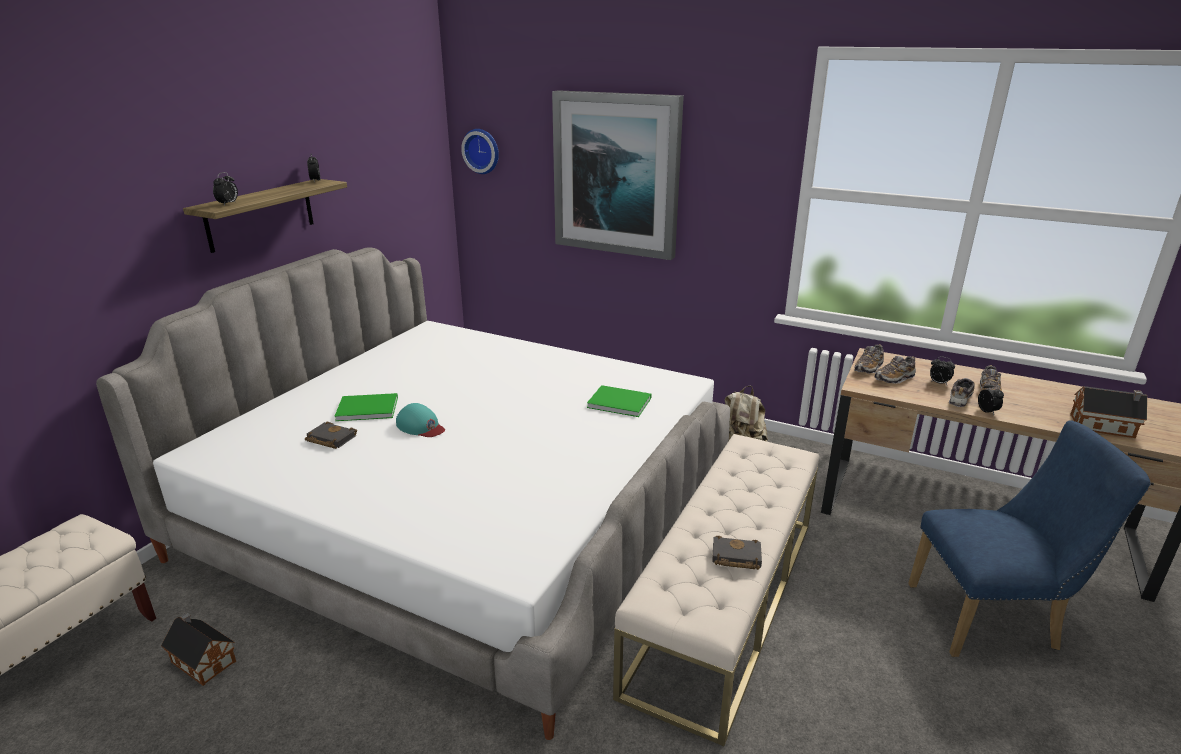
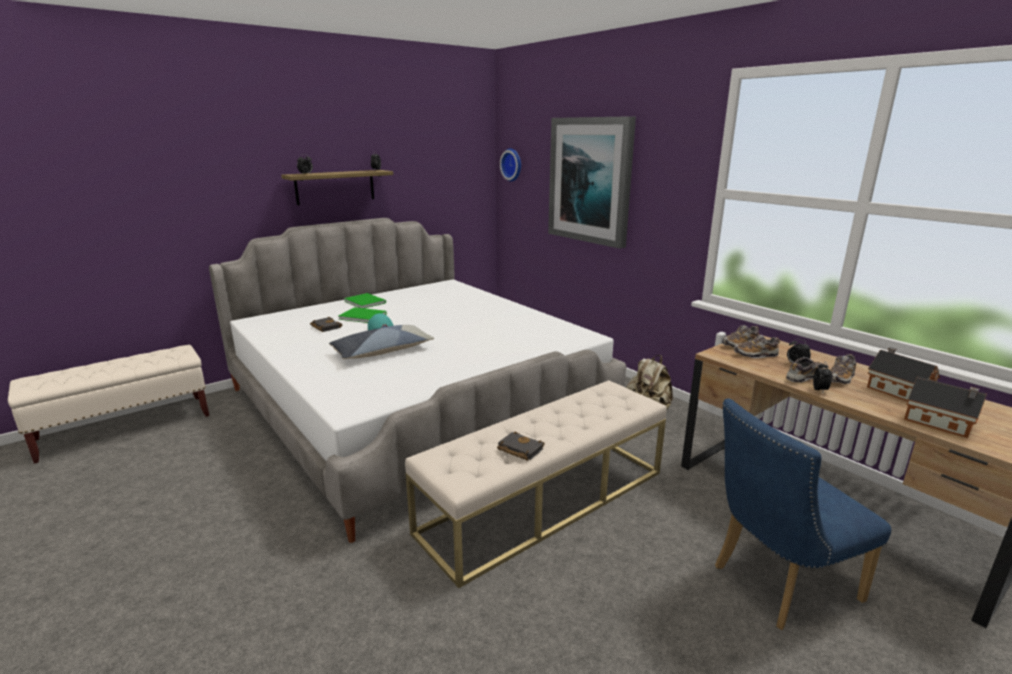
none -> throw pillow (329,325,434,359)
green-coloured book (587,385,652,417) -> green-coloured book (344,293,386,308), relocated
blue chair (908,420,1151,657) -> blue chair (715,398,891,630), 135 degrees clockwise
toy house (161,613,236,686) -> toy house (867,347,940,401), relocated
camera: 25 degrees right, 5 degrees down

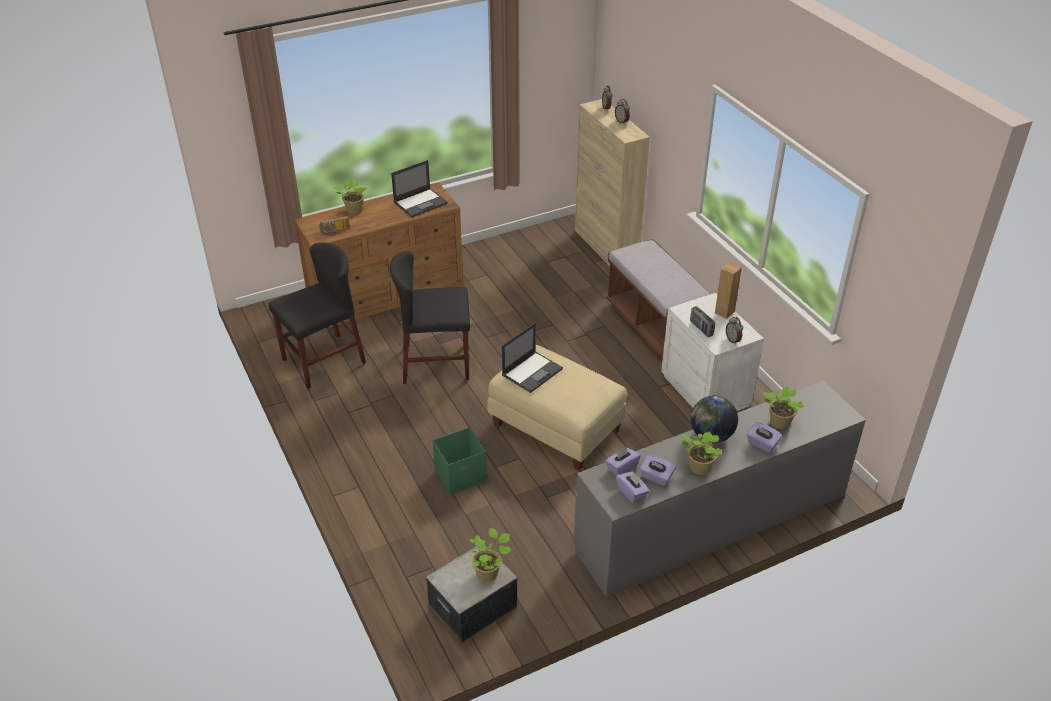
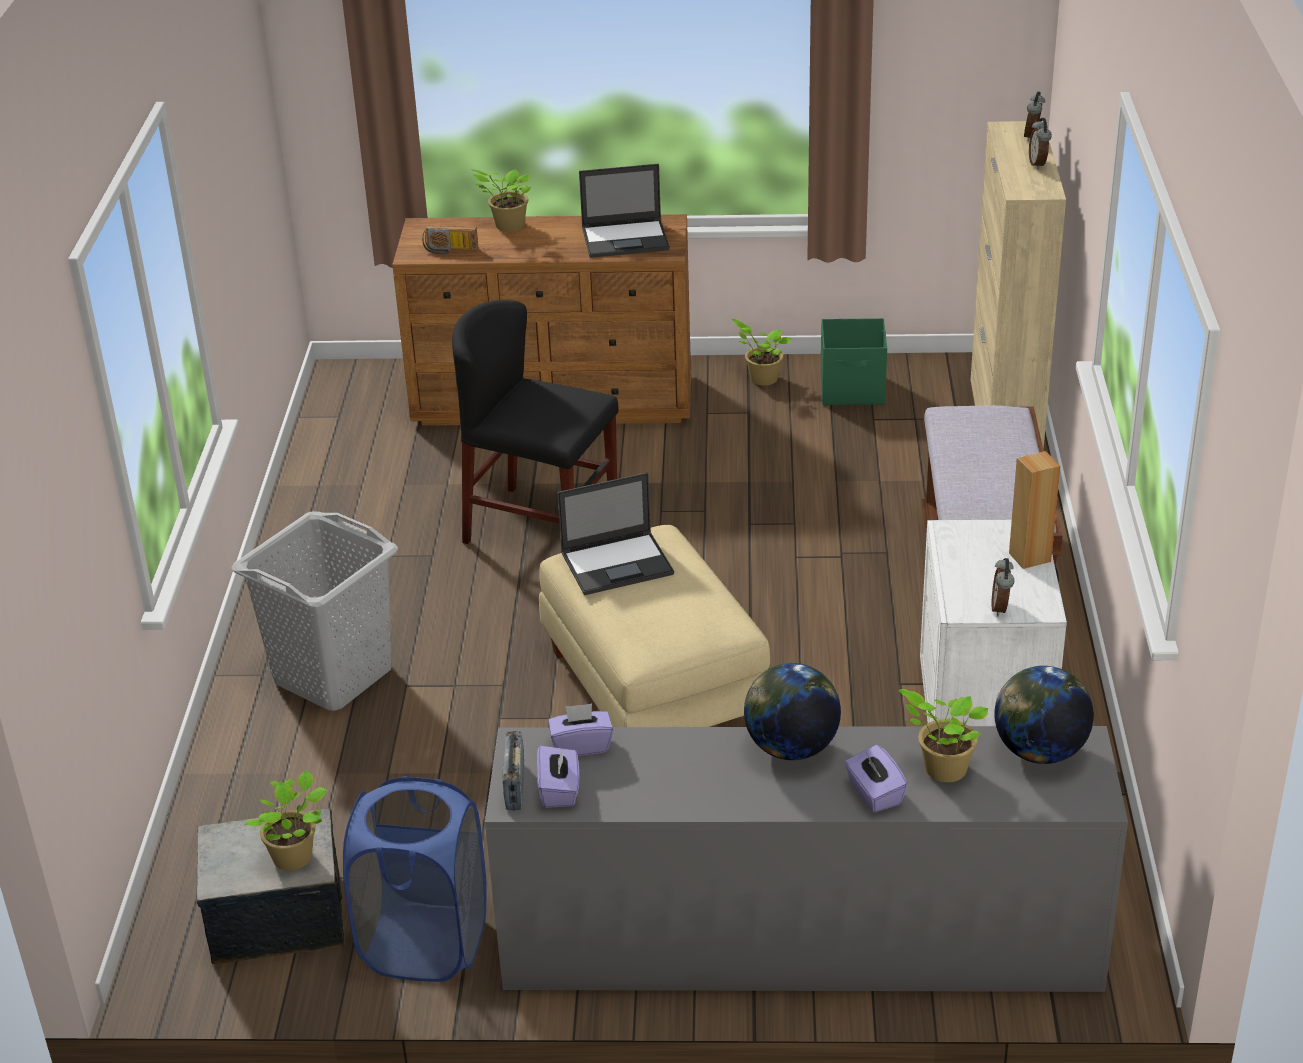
none -> grey hamper (231,512,398,711)
none -> blue hamper (343,776,487,982)
radio receiver (690,306,715,337) -> radio receiver (503,731,524,810), relocated
plant in a pot (680,431,722,475) -> plant in a pot (732,319,792,386), relocated
green-coloured storage bin (432,427,487,494) -> green-coloured storage bin (821,318,887,405), relocated
none -> world globe (994,666,1094,764)
black chair (269,242,366,389) -> none
purplish box of tissues (640,455,676,486) -> none
camera: 30 degrees right, 5 degrees down

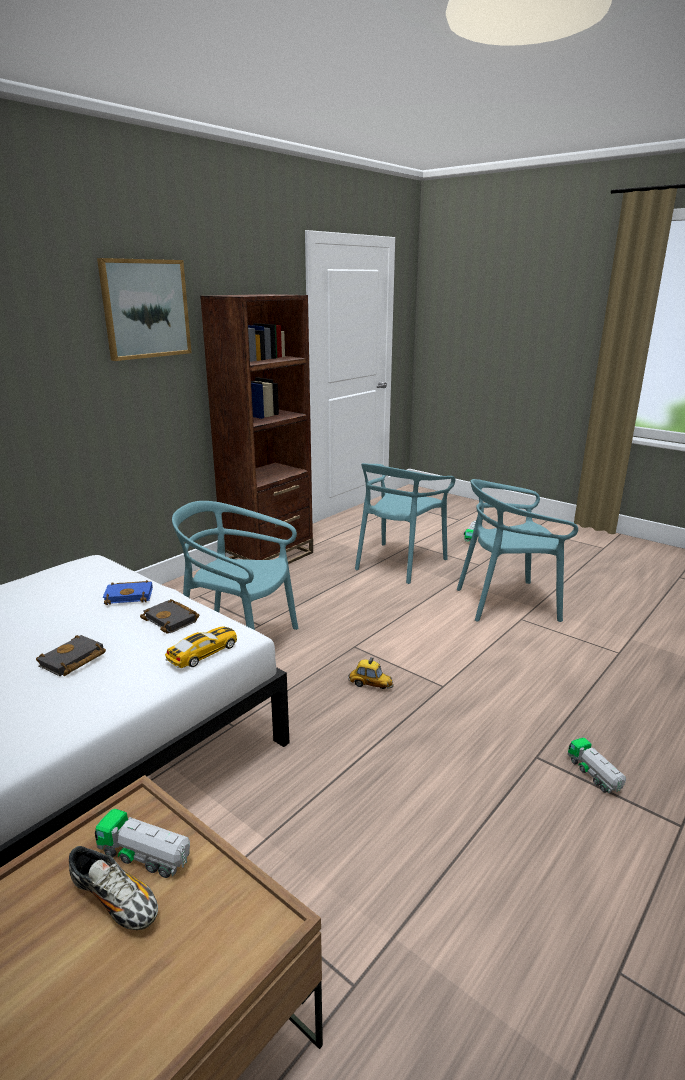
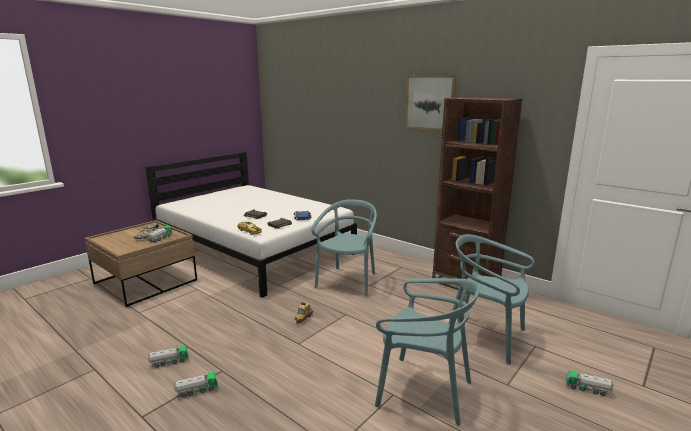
none -> toy truck (148,345,189,368)
turquoise-coloured chair (457,479,578,622) -> turquoise-coloured chair (375,278,480,425), 120 degrees clockwise
camera: 90 degrees right, 5 degrees down

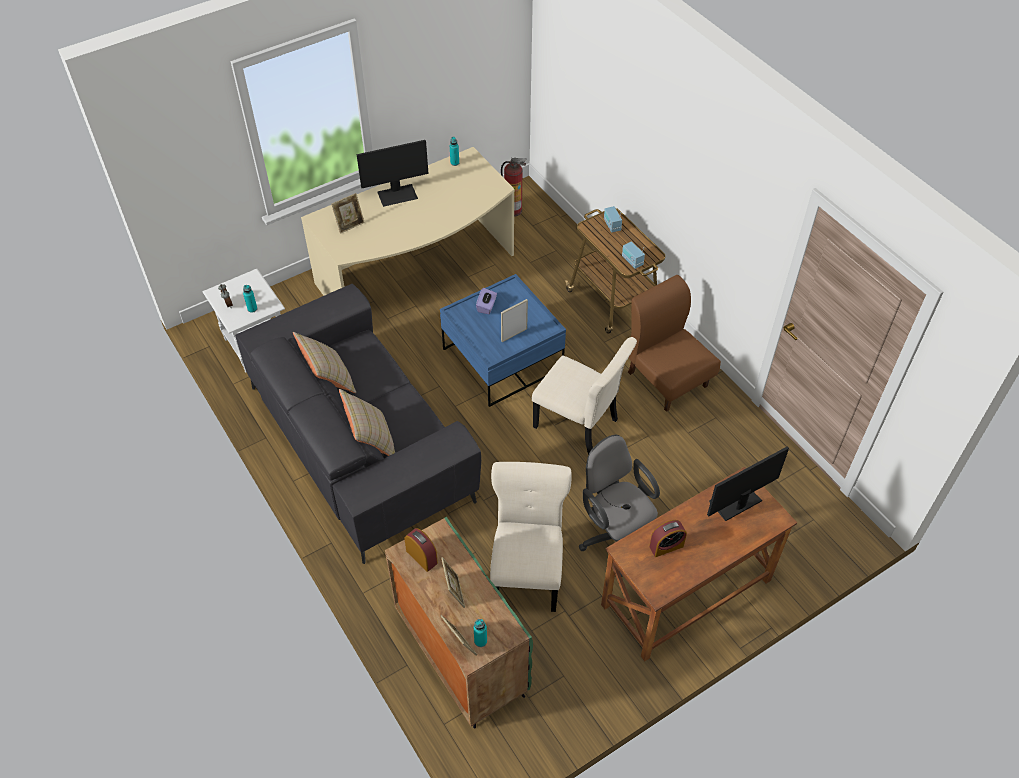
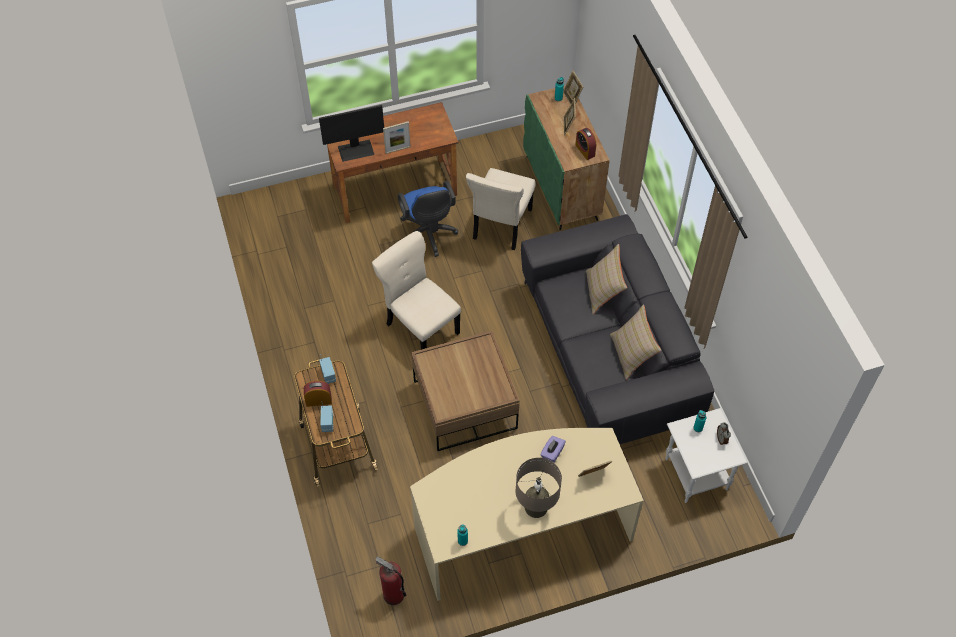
table clock (649,520,687,557) -> table clock (304,381,332,407), relocated
picture frame (501,299,528,342) -> picture frame (383,121,411,154), relocated
grey office chair (579,435,660,577) -> blue office chair (398,181,458,257)
blue coffee table (440,274,566,407) -> brownish coffee table (411,331,520,451)
computer display (356,140,429,207) -> beige-coloured table lamp (516,458,562,518)
purplish box of tissues (476,288,497,314) -> purplish box of tissues (540,436,566,463), relocated
brownish chair (628,275,721,412) -> none
camera: 165 degrees left, 5 degrees up

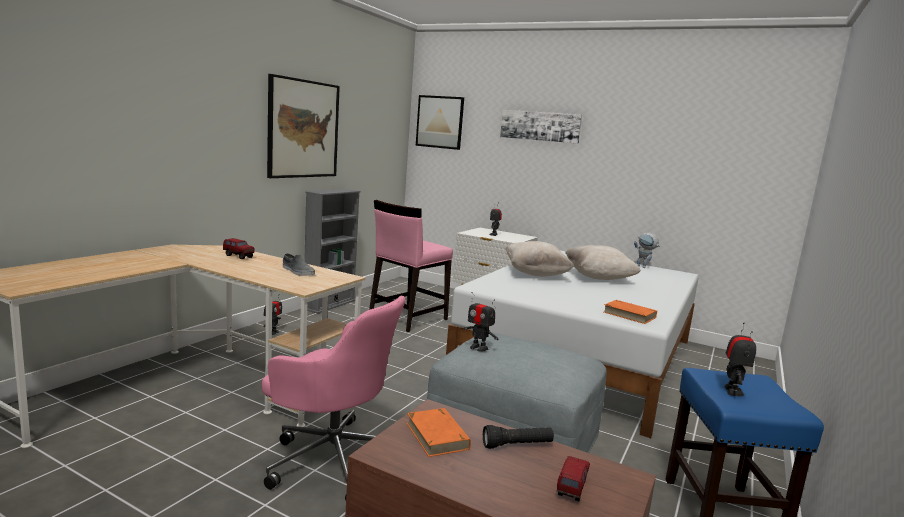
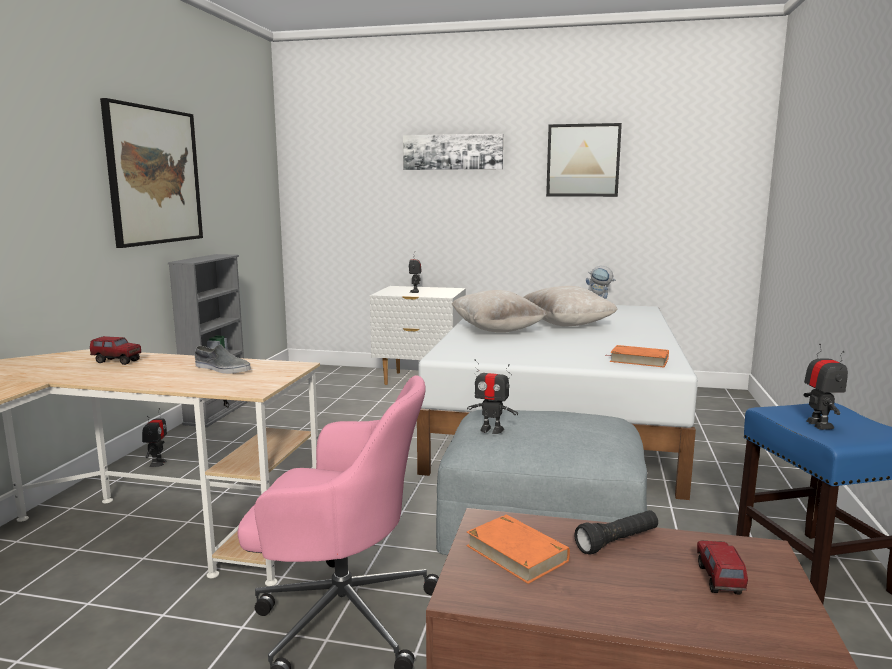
picture (416,95,464,150) -> picture (546,123,622,197), relocated
pink-coloured chair (369,200,453,332) -> none
camera: 15 degrees left, 0 degrees up

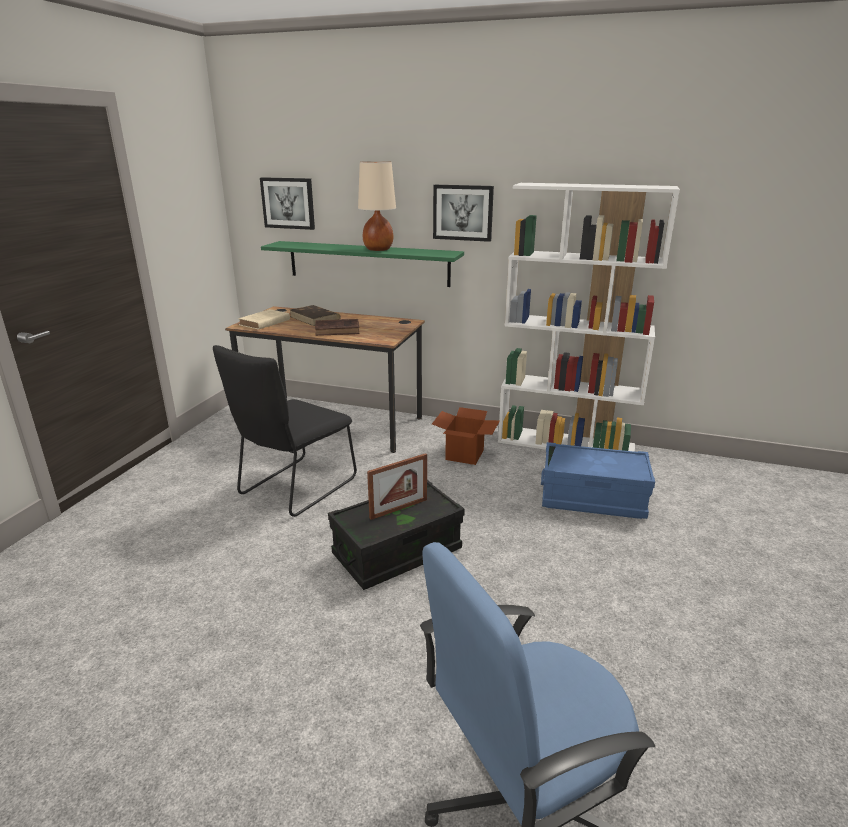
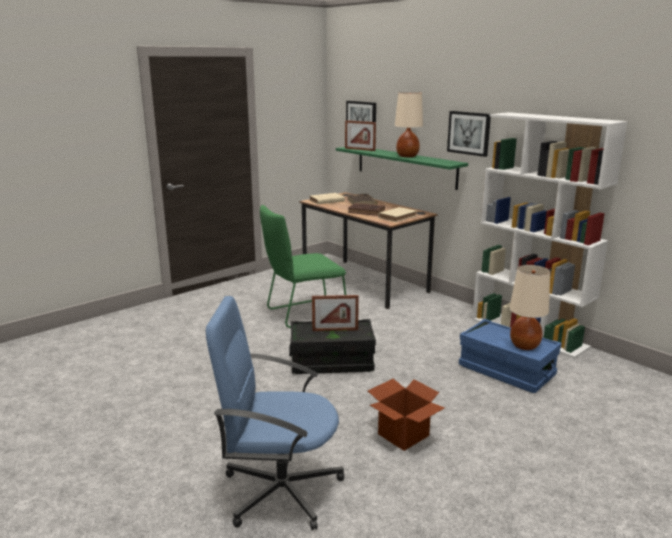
black chair (213,345,357,517) -> green-coloured chair (260,205,346,328)
none -> picture frame (345,120,376,151)
cardboard box (432,407,500,465) -> cardboard box (368,379,445,451), relocated
none -> beige-coloured book (378,207,417,222)
none -> beige-coloured table lamp (509,265,550,350)
camera: 30 degrees right, 5 degrees down

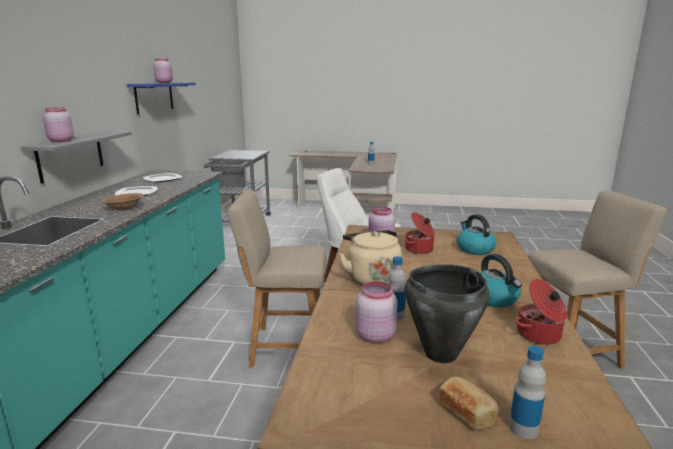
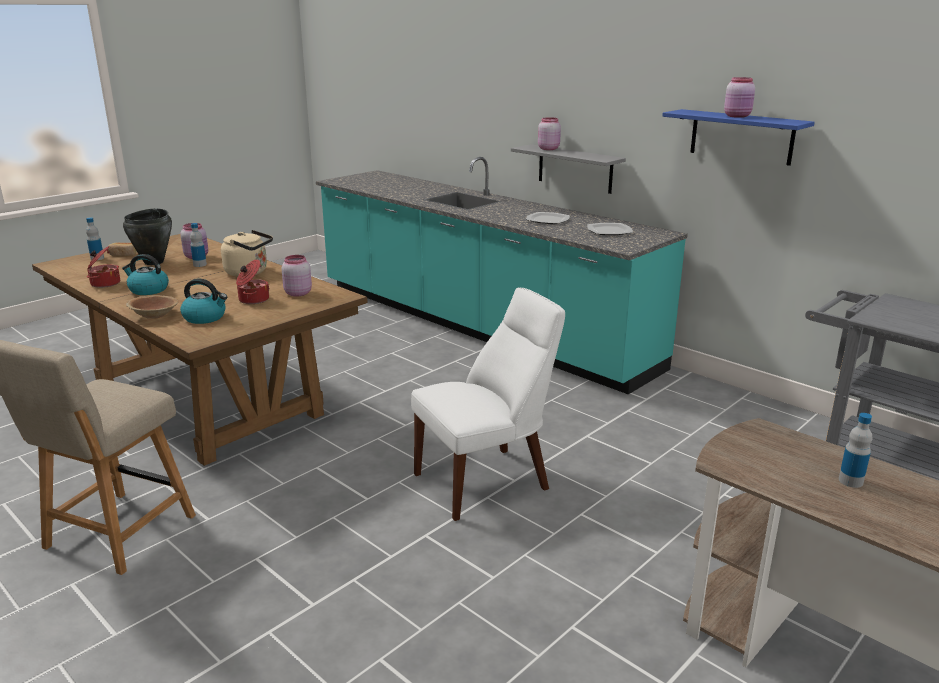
brownish bowl (101,193,144,211) -> brownish bowl (126,295,178,319), relocated
beige-coloured chair (228,190,326,368) -> none
camera: 125 degrees right, 5 degrees up

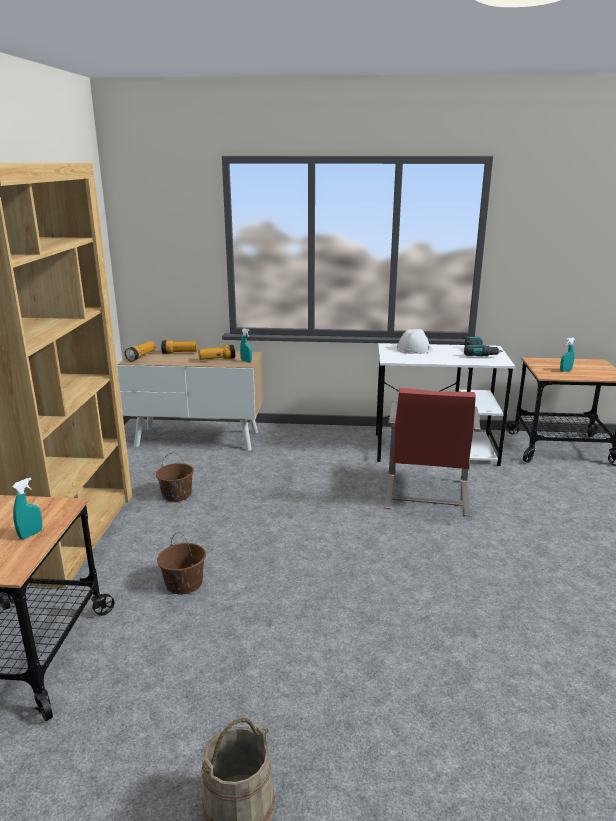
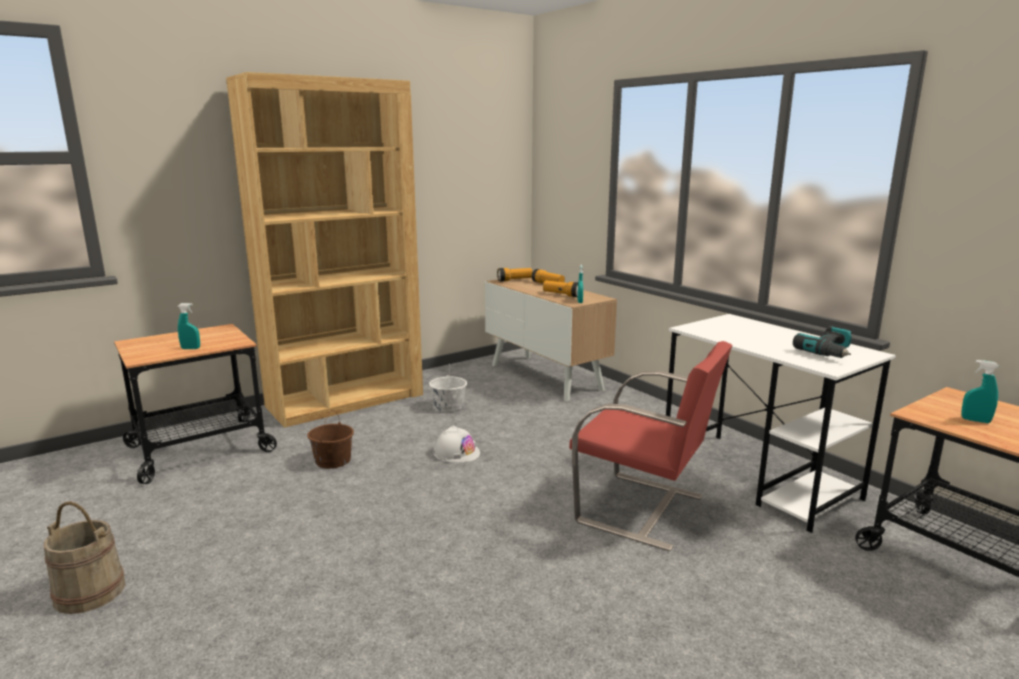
brownish water bucket (156,453,194,502) -> white water bucket (429,364,467,412)
white safety helmet (397,329,433,354) -> white safety helmet (434,426,480,463), relocated
reddish chair (384,388,481,517) -> reddish chair (569,341,733,552), 120 degrees counterclockwise
camera: 50 degrees right, 5 degrees down

